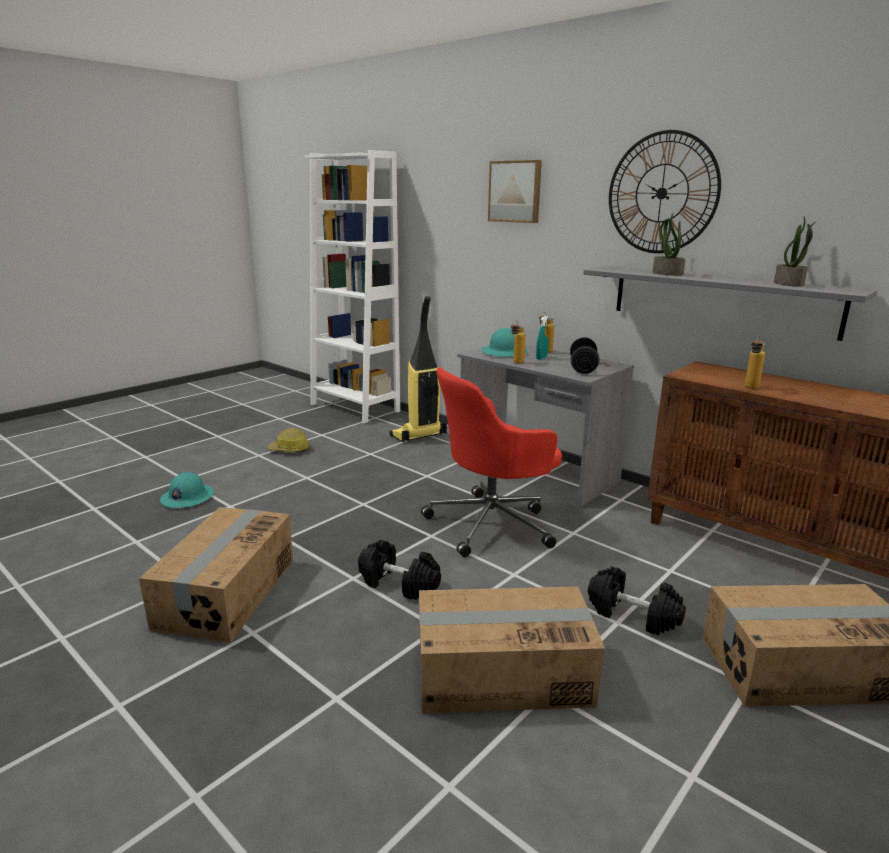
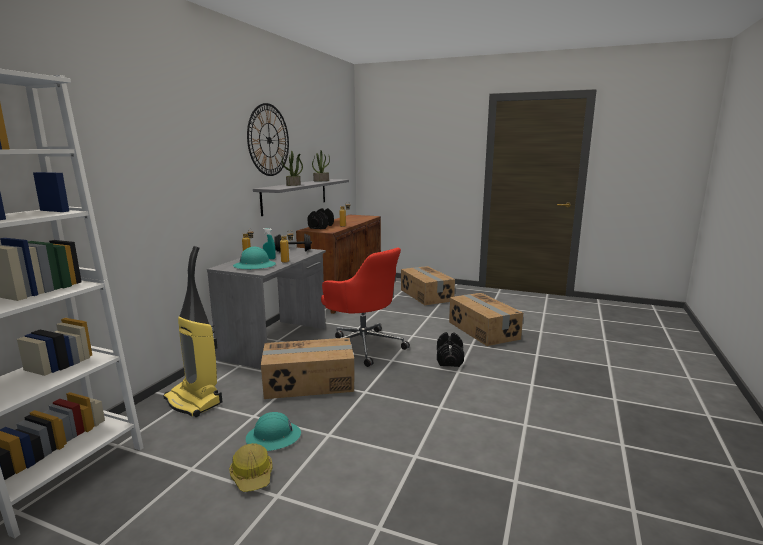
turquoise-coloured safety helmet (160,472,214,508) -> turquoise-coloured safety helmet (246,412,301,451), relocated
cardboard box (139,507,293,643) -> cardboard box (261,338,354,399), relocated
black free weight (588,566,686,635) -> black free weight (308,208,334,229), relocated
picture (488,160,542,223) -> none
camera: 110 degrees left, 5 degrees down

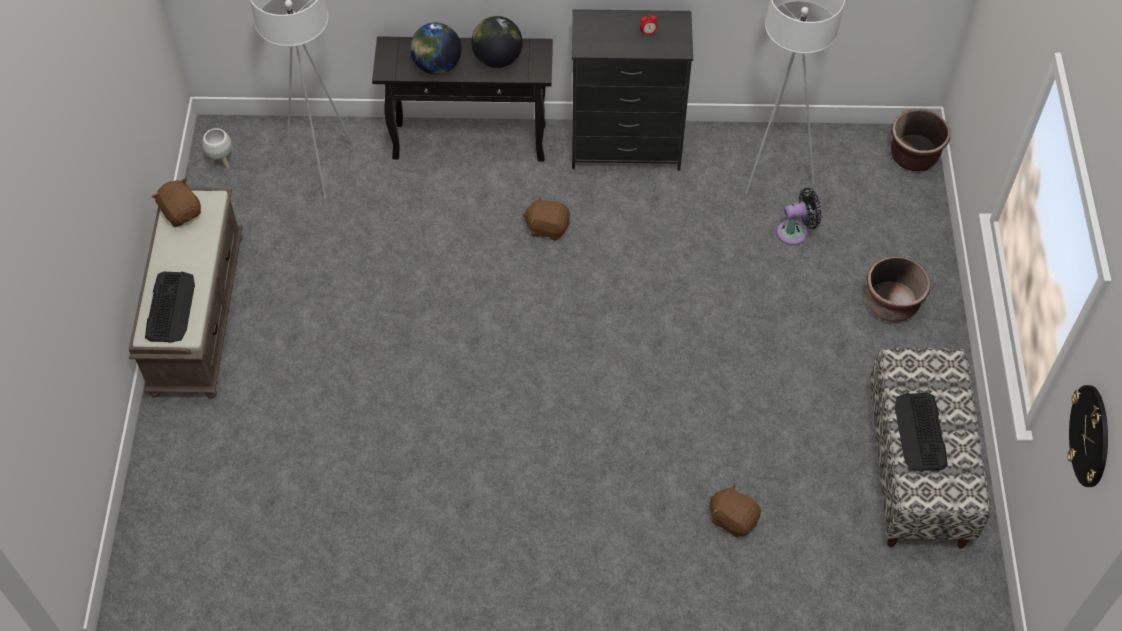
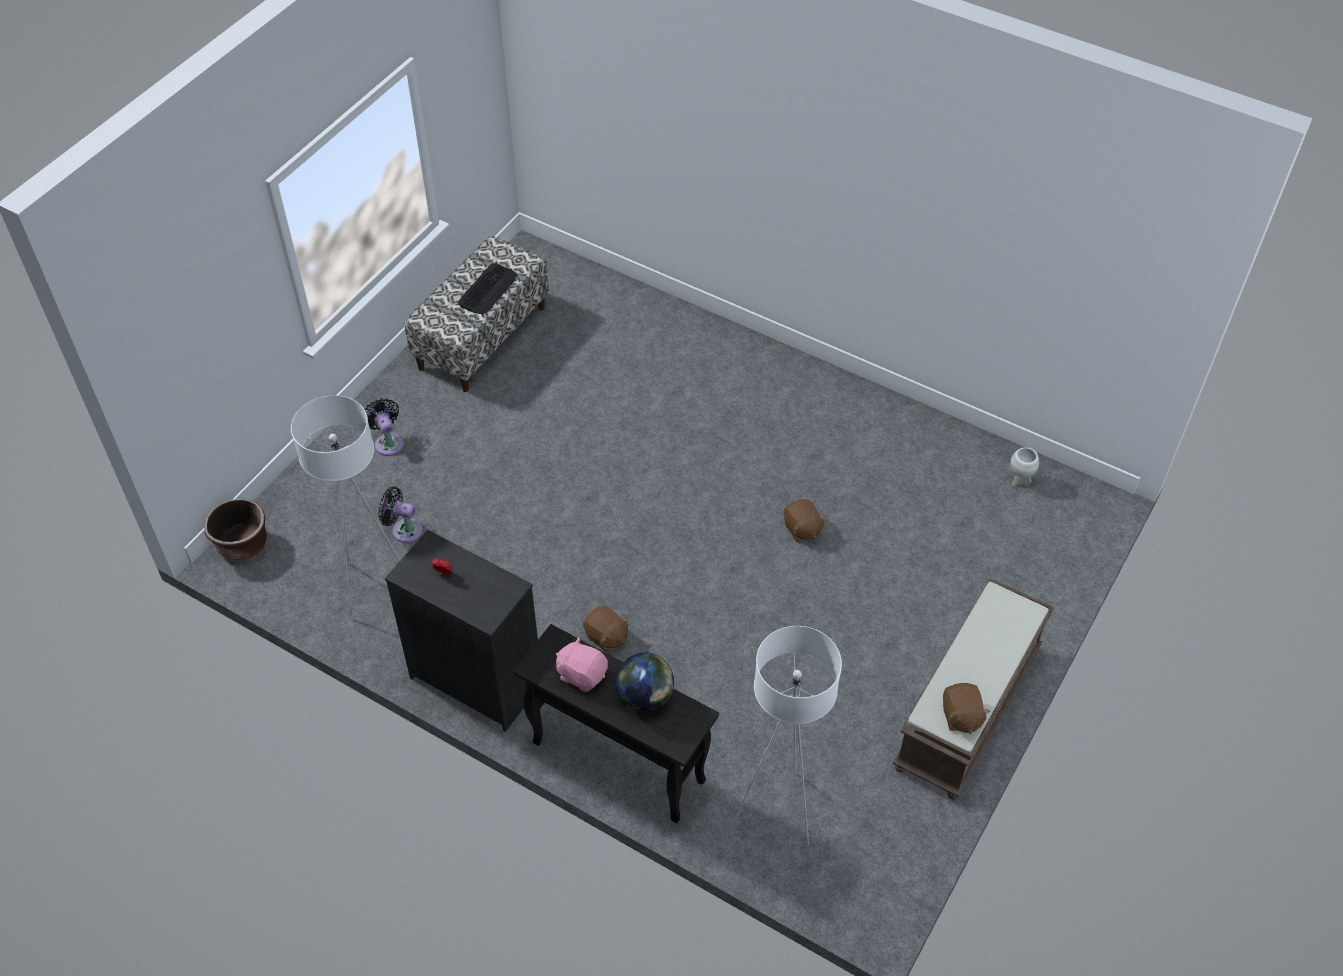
brownish planter (866,257,931,322) -> black fan (365,398,404,456)
world globe (472,16,522,68) -> pink-coloured cuddly toy (556,637,608,692)
brownish cuddly toy (710,483,761,537) -> brownish cuddly toy (783,499,826,542), relocated
white planter (202,128,232,169) -> white planter (1010,447,1039,486), relocated
keyboard (145,272,195,343) -> none
clock on the wall (1068,385,1108,487) -> none
camera: 150 degrees left, 5 degrees down

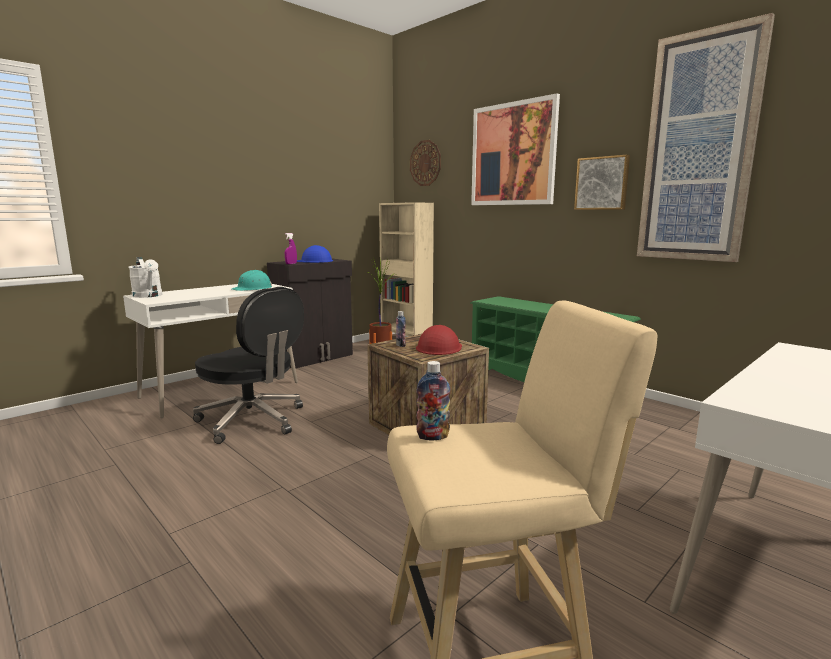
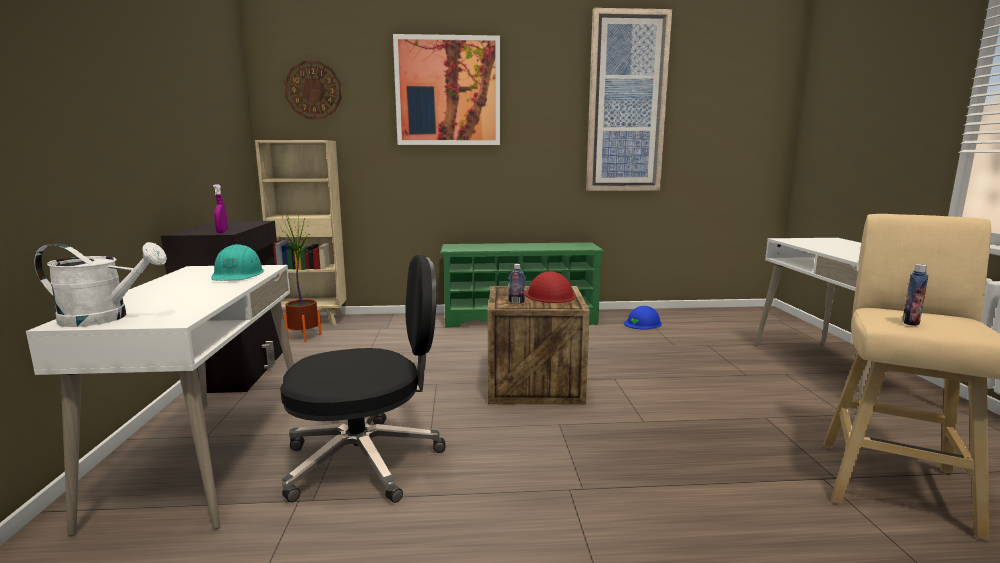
blue safety helmet (297,245,333,263) -> blue safety helmet (624,306,662,330), relocated
picture (574,155,630,210) -> none
camera: 50 degrees left, 0 degrees up

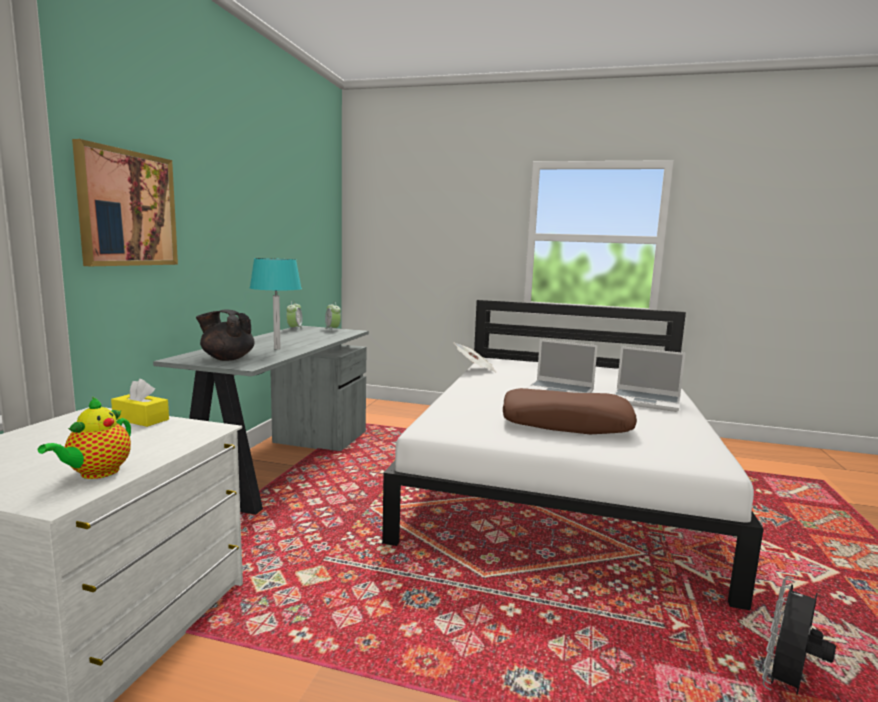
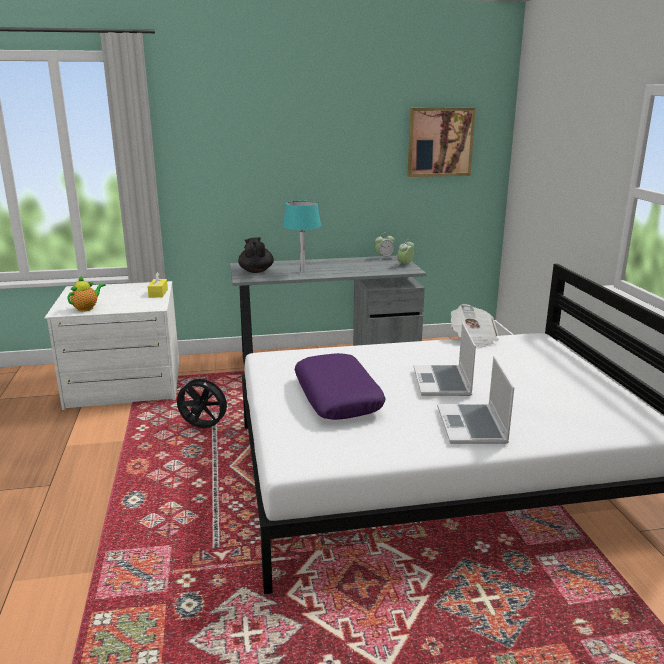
pot for tea (38,397,131,479) -> pot for tea (67,275,105,312), 135 degrees clockwise
black fan (762,576,836,695) -> black fan (177,375,231,428), relocated
brownish throw pillow (503,388,637,434) -> purplish throw pillow (295,353,386,420)
picture (72,139,178,266) -> picture (407,107,476,177), relocated
camera: 65 degrees right, 10 degrees up

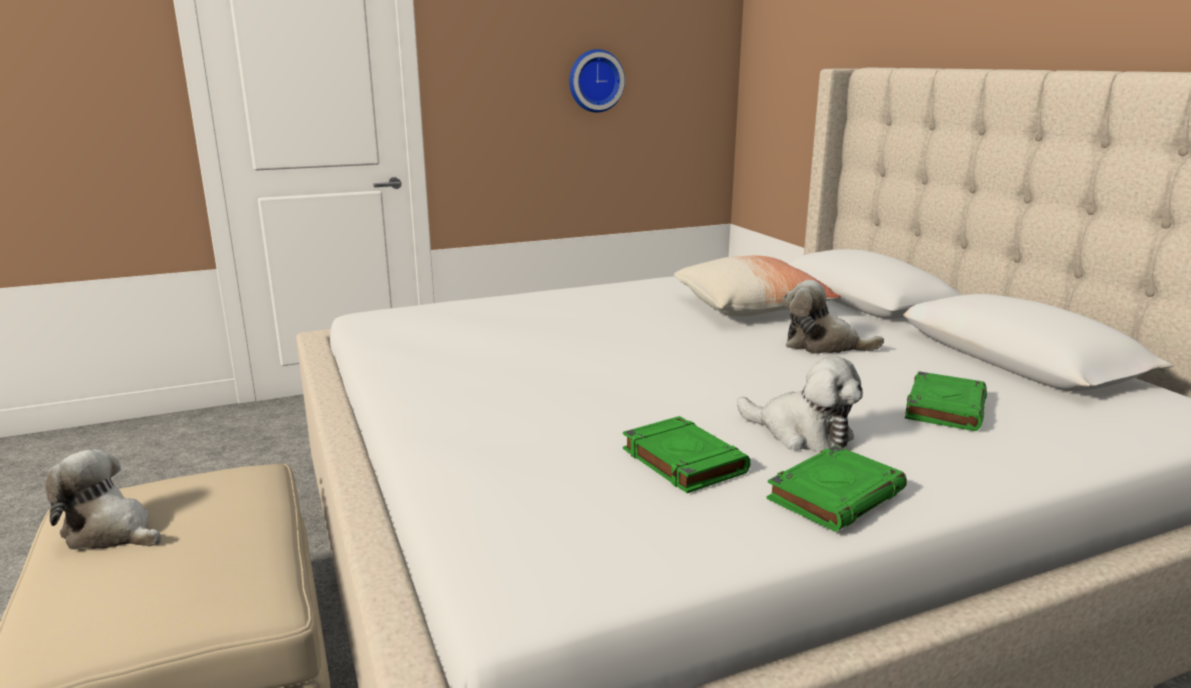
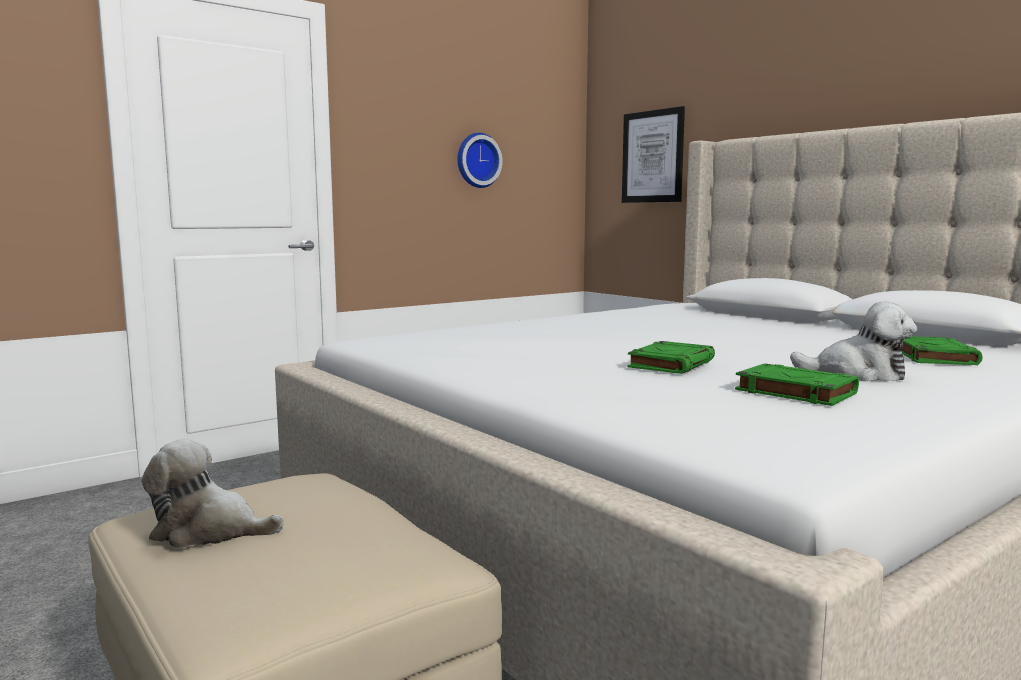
none -> picture (622,106,685,203)
green-coloured book (766,445,907,532) -> green-coloured book (627,341,715,374), relocated
throw pillow (674,256,841,317) -> none
cuddly toy (783,280,884,354) -> none
camera: 15 degrees left, 10 degrees down

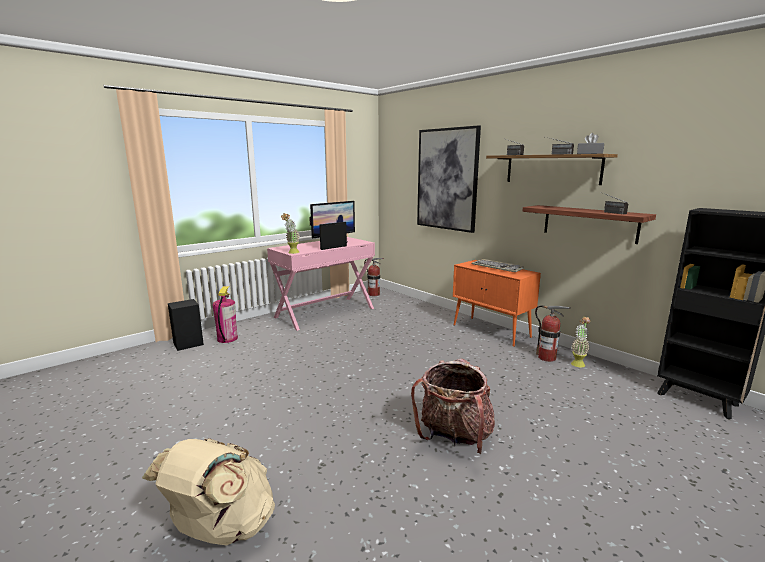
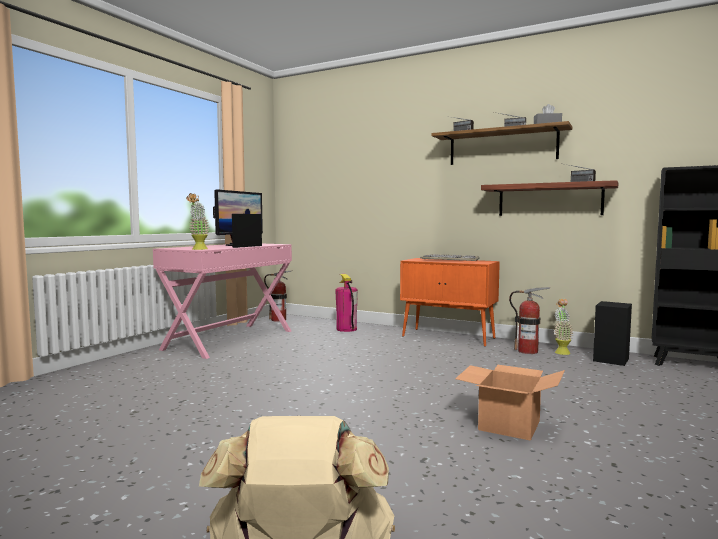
extinguisher (213,286,238,343) -> extinguisher (335,274,358,332), relocated
backpack (411,359,495,454) -> cardboard box (455,365,565,441)
black loudspeaker (168,299,204,351) -> black loudspeaker (593,301,632,366), relocated
picture (417,125,481,233) -> none
camera: 20 degrees left, 10 degrees down

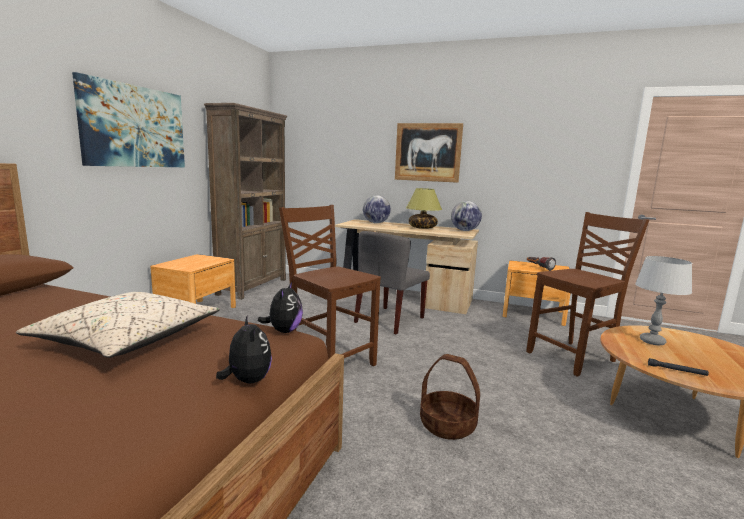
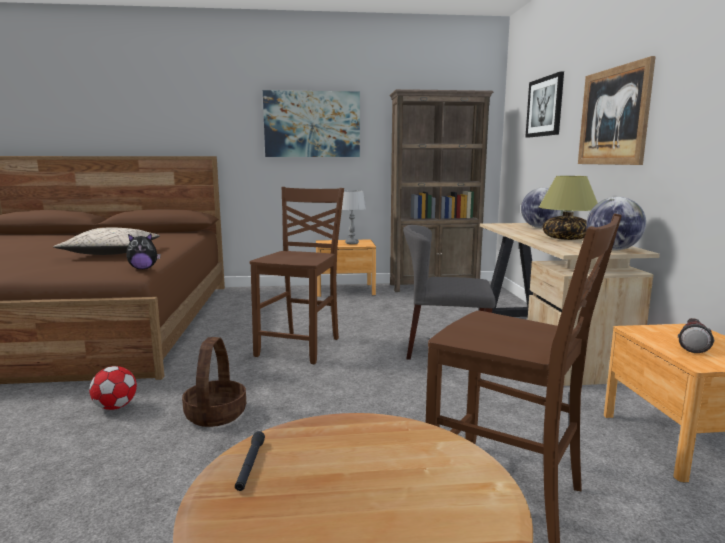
none -> football ball (89,366,137,410)
grey table lamp (635,256,692,345) -> grey table lamp (342,191,366,244), relocated
none -> picture (525,71,564,138)
cuddly toy (216,316,272,384) -> none
camera: 65 degrees right, 0 degrees up

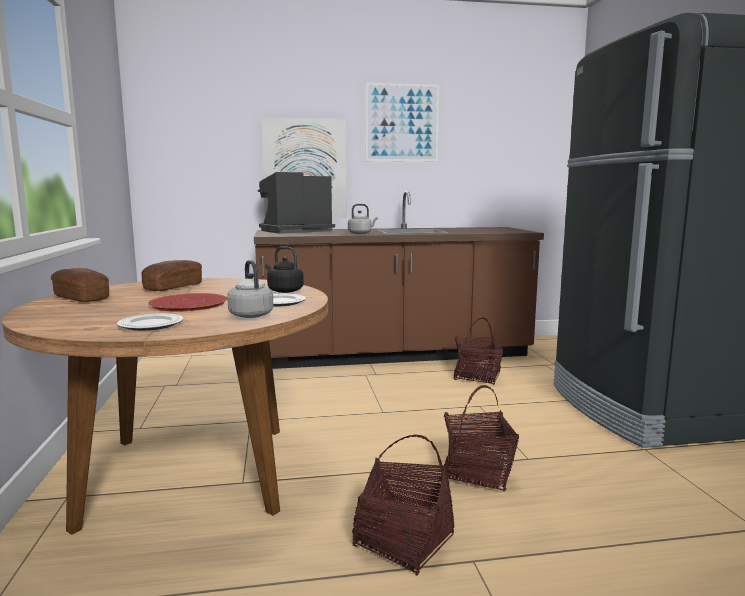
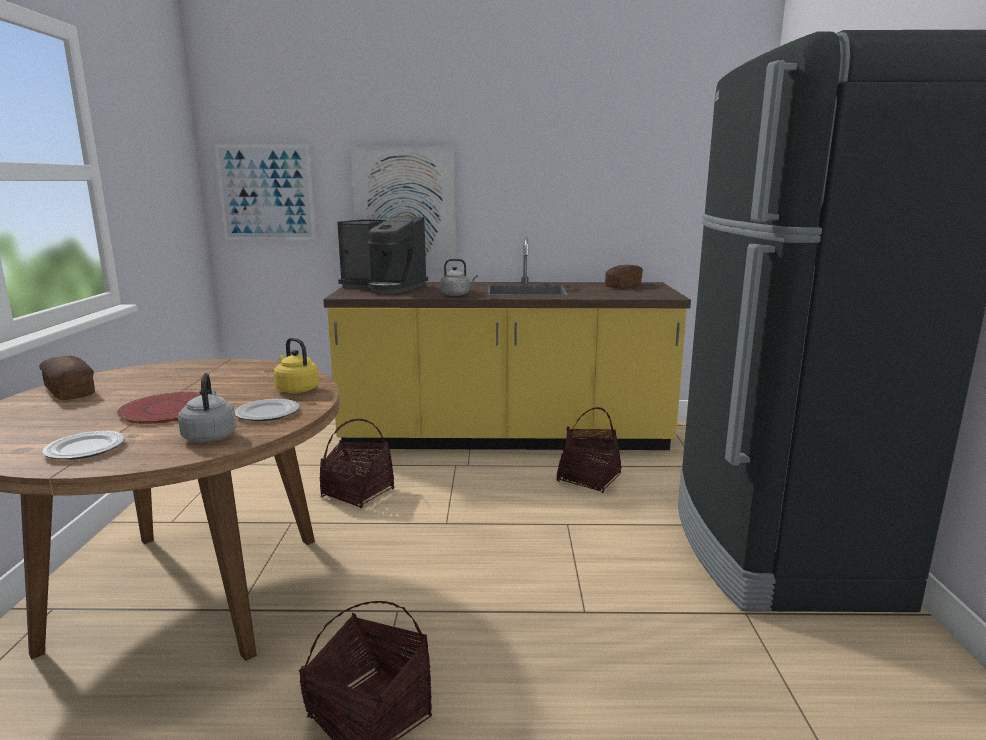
picture (365,82,439,162) -> picture (214,144,316,240), relocated
black water kettle (265,246,304,293) -> yellowish water kettle (274,338,319,393)
basket (444,385,519,492) -> basket (320,419,394,508), relocated
brownish counter (254,191,544,369) -> yellowish counter (323,237,691,450)
coffee maker (258,172,335,234) -> coffee maker (337,216,428,294), 135 degrees counterclockwise
bakery bread (141,260,202,291) -> bakery bread (605,265,643,288), relocated
camera: 10 degrees right, 5 degrees up

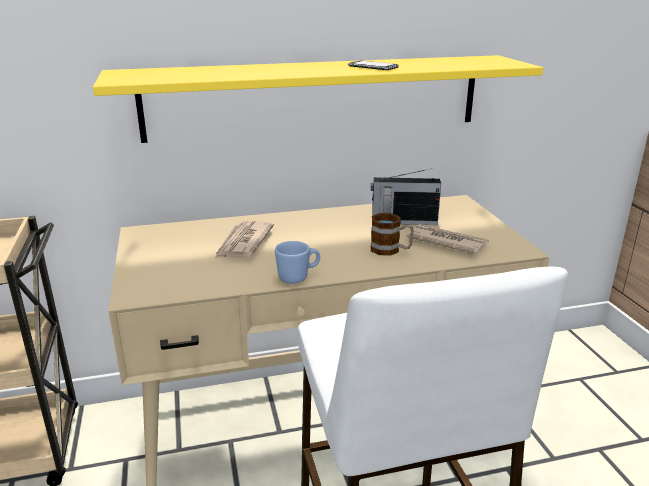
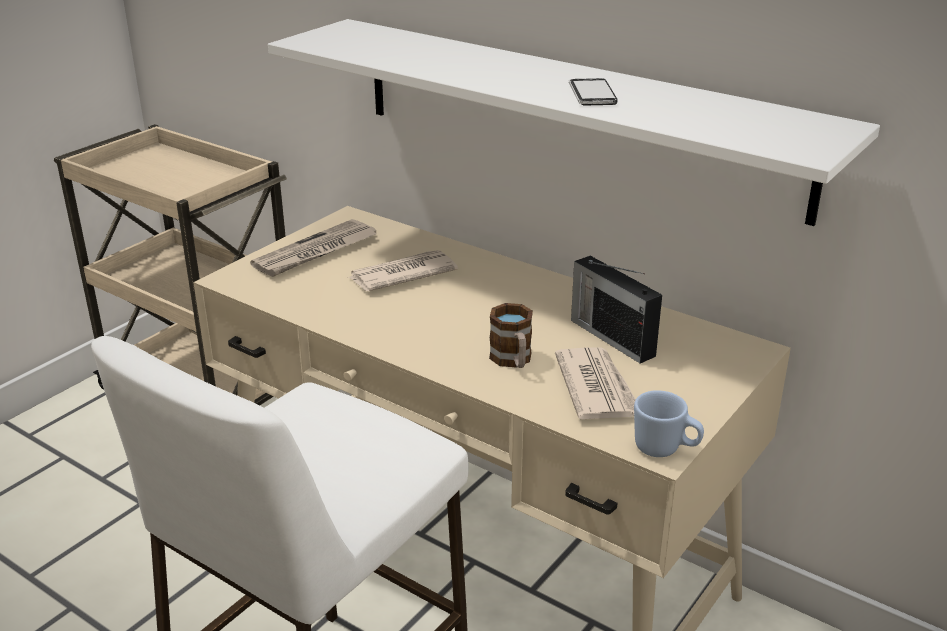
none -> daily paper (250,219,377,277)
yellowish shelf (93,55,543,143) -> white shelf (268,19,880,226)
blue mug (275,241,320,284) -> blue mug (634,390,704,457), relocated
camera: 50 degrees right, 5 degrees up

